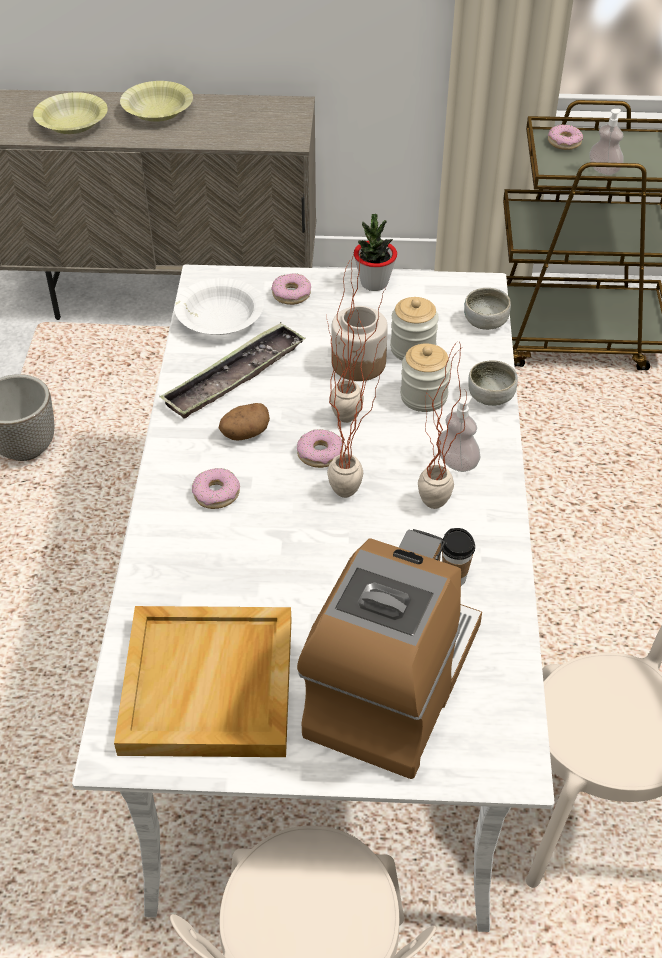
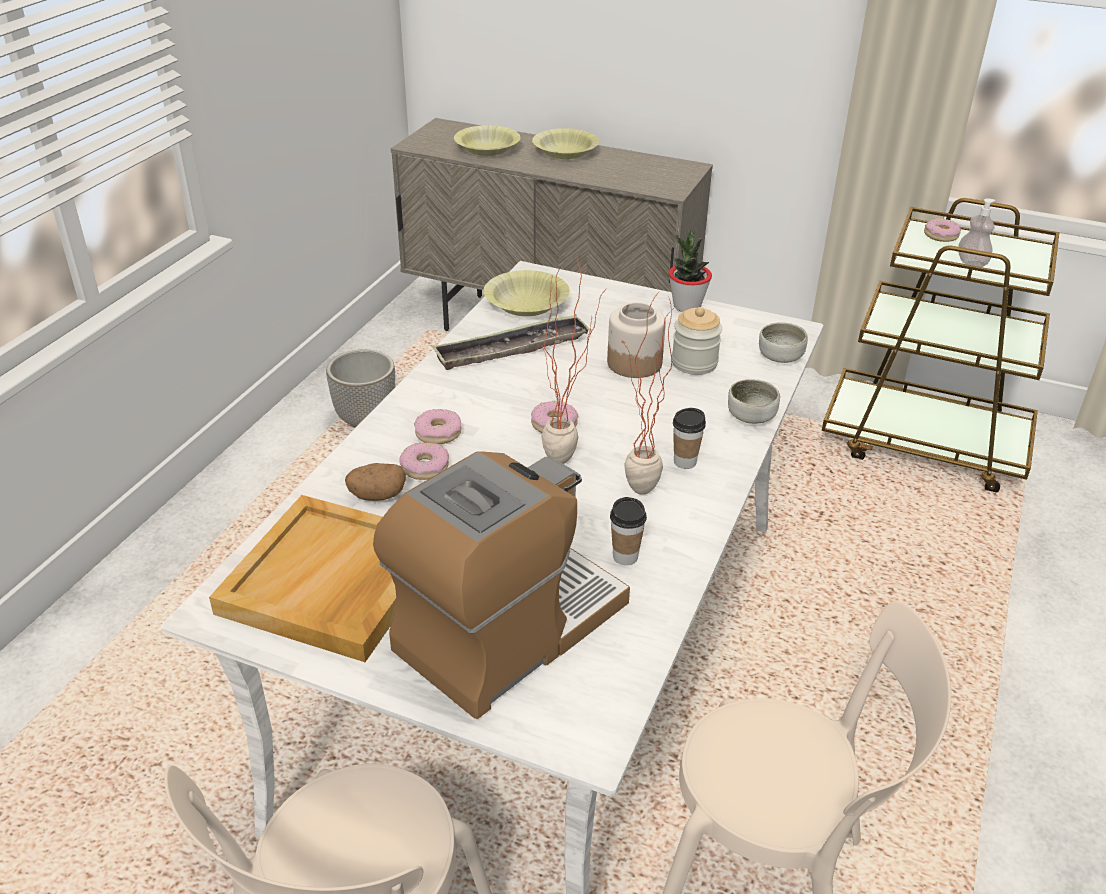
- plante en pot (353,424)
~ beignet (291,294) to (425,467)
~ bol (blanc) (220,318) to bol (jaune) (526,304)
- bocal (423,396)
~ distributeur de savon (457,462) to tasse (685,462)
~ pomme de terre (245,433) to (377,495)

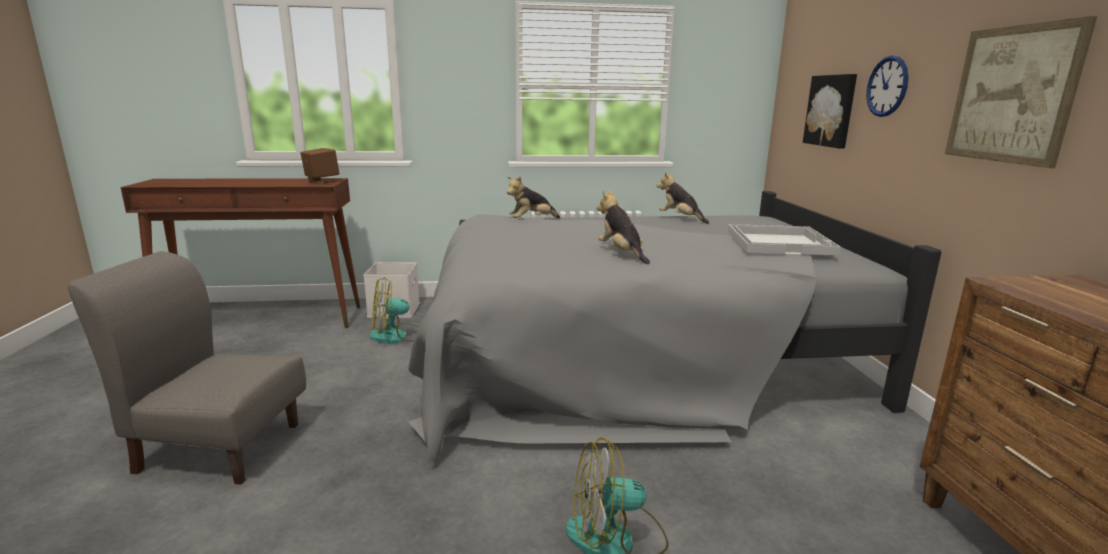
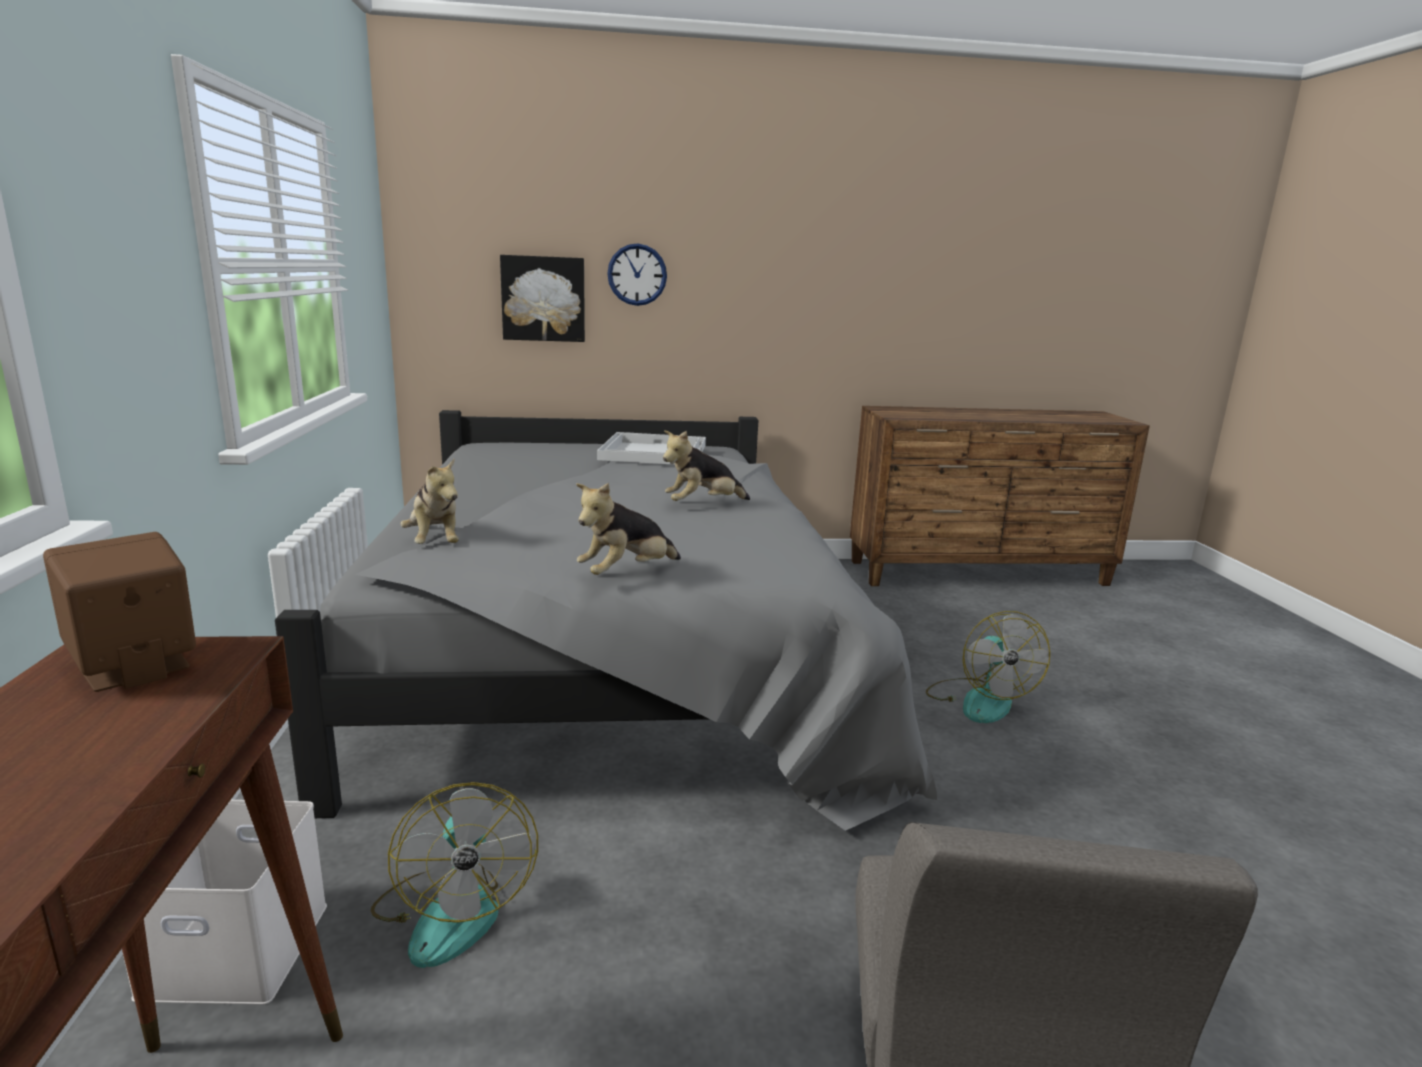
- tableau (1012,94)
~ peluche (680,218) to (626,573)

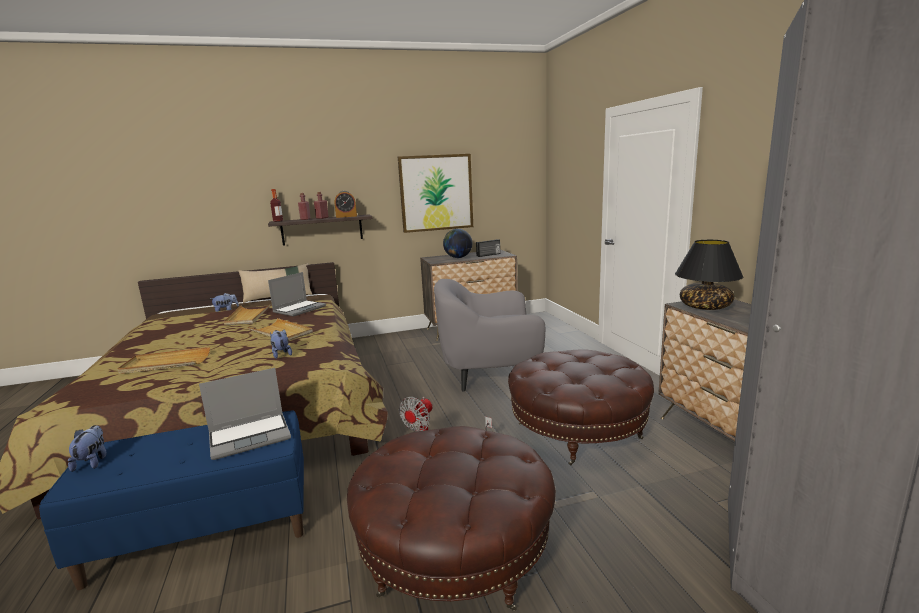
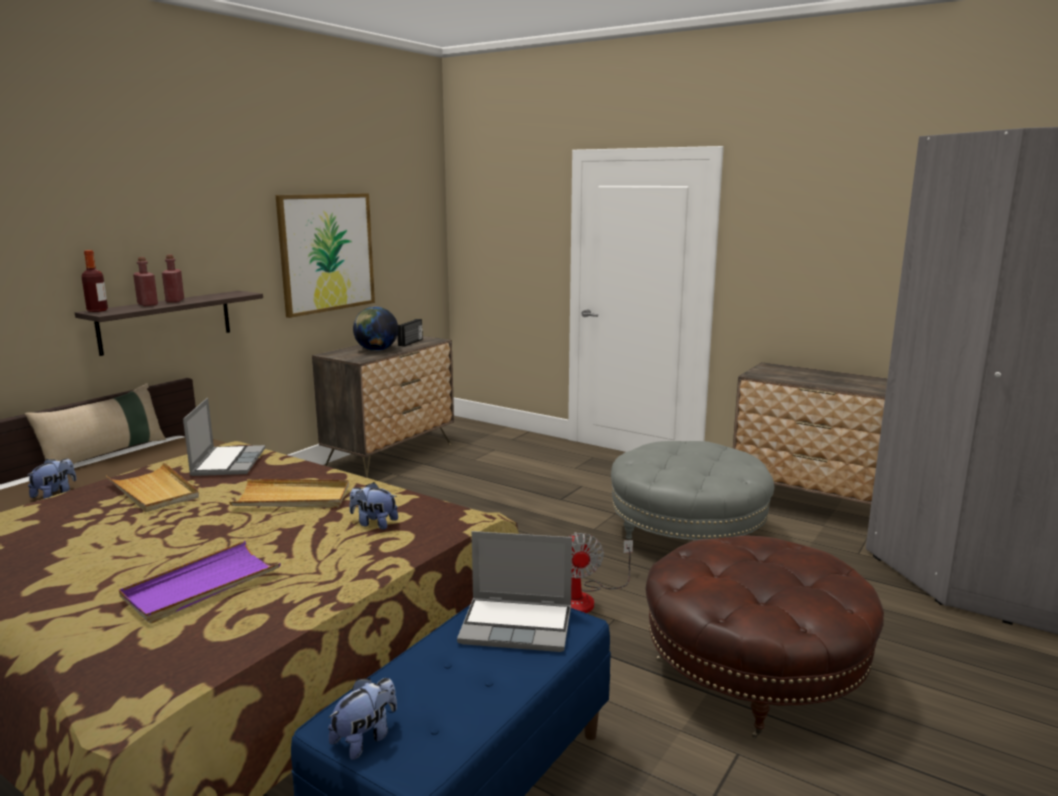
- réveil (346,216)
- lampe de table (noir) (704,307)
- fauteuil (gris) (489,374)
~ plateau (beige) (166,363) to plateau (violet) (201,586)
~ pouf (marron) (577,431) to pouf (gris) (687,534)
~ ordinateur portable (251,436) = (518,625) 75 degrees clockwise
~ peluche (92,462) = (365,738) 90 degrees clockwise

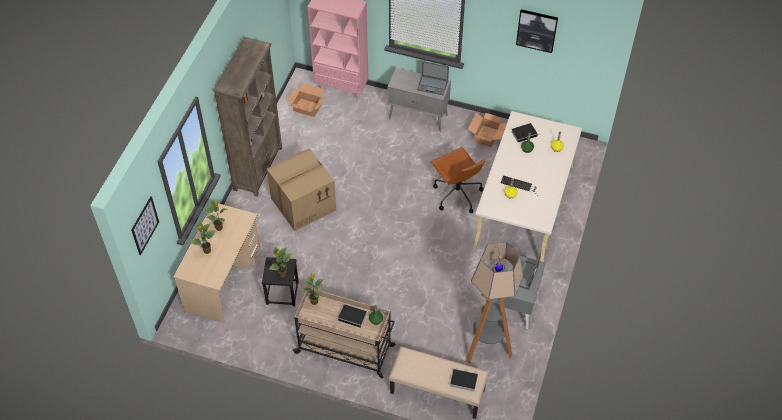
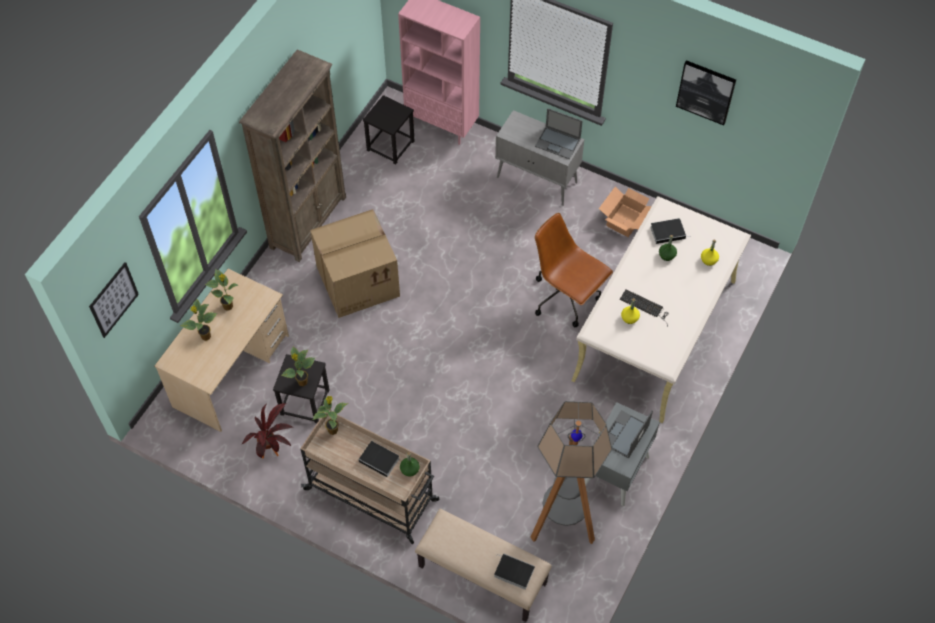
~ carton (307,108) to tabouret (noir) (391,146)
~ chaise de bureau (marron) (456,194) = (566,298) 150 degrees clockwise
+ plante en pot (274,453)

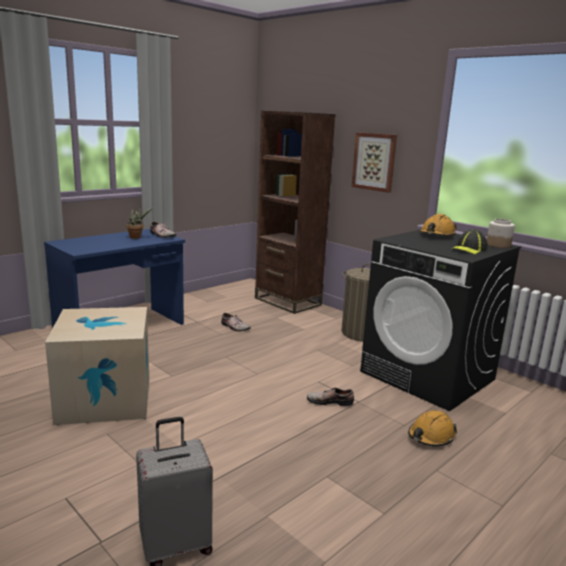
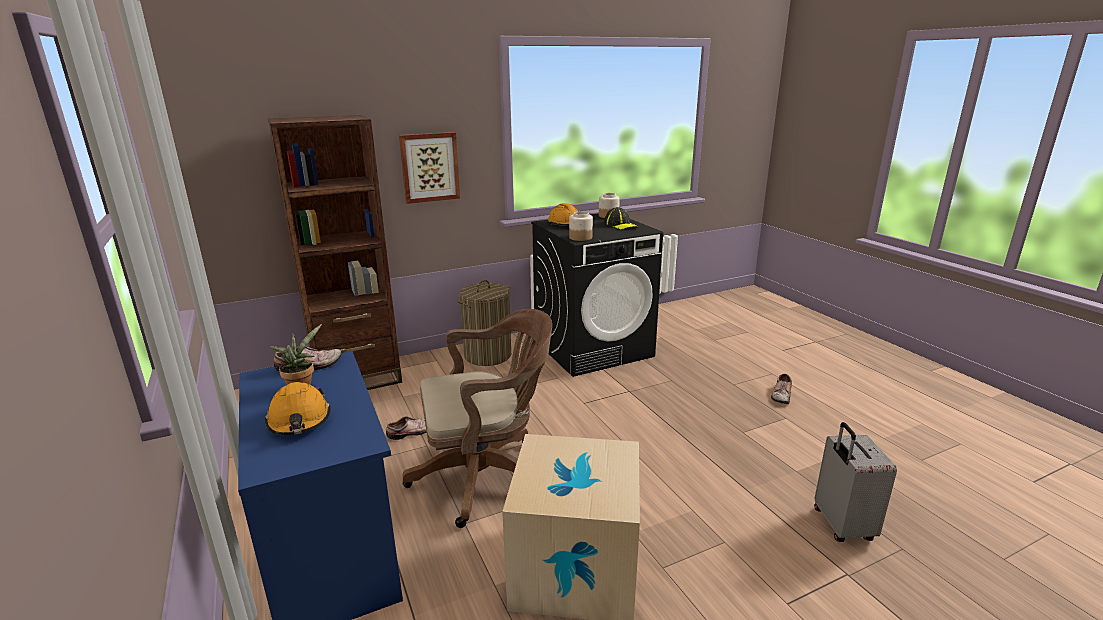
~ chaussure (329,401) to (780,395)
~ casque de chantier (orange) (431,436) to (299,420)
+ bocal (580,237)
+ chaise de bureau (marron) (486,476)

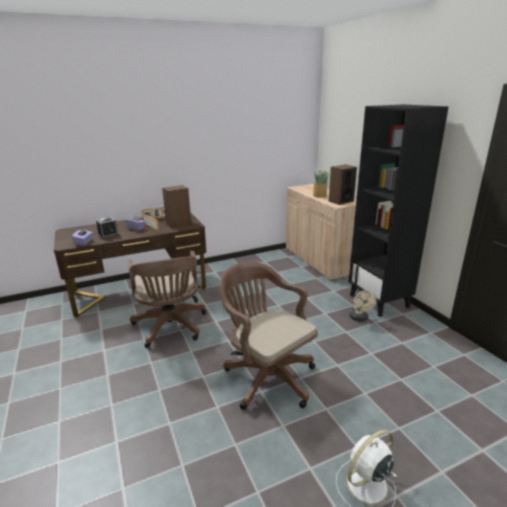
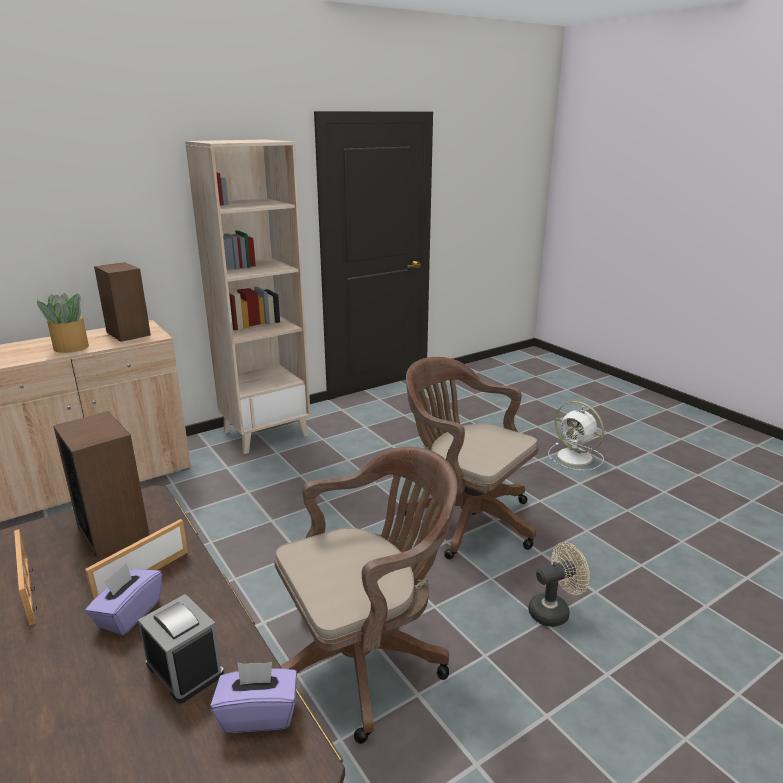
~ bibliothèque (noir) (379,301) to bibliothèque (beige) (266,433)
~ chaise de bureau (marron) (266,376) = (465,518) 90 degrees clockwise
~ ventilateur (beige) (360,318) to (554,611)

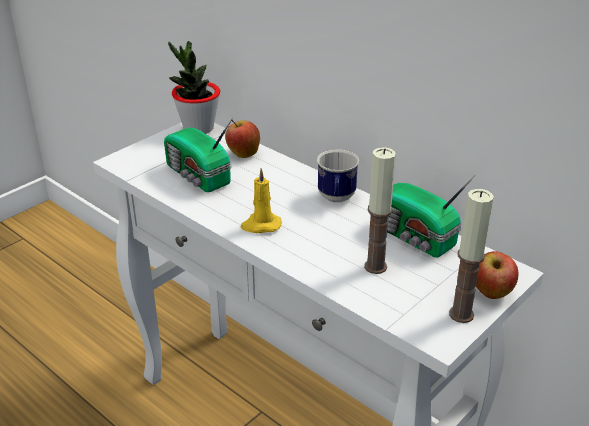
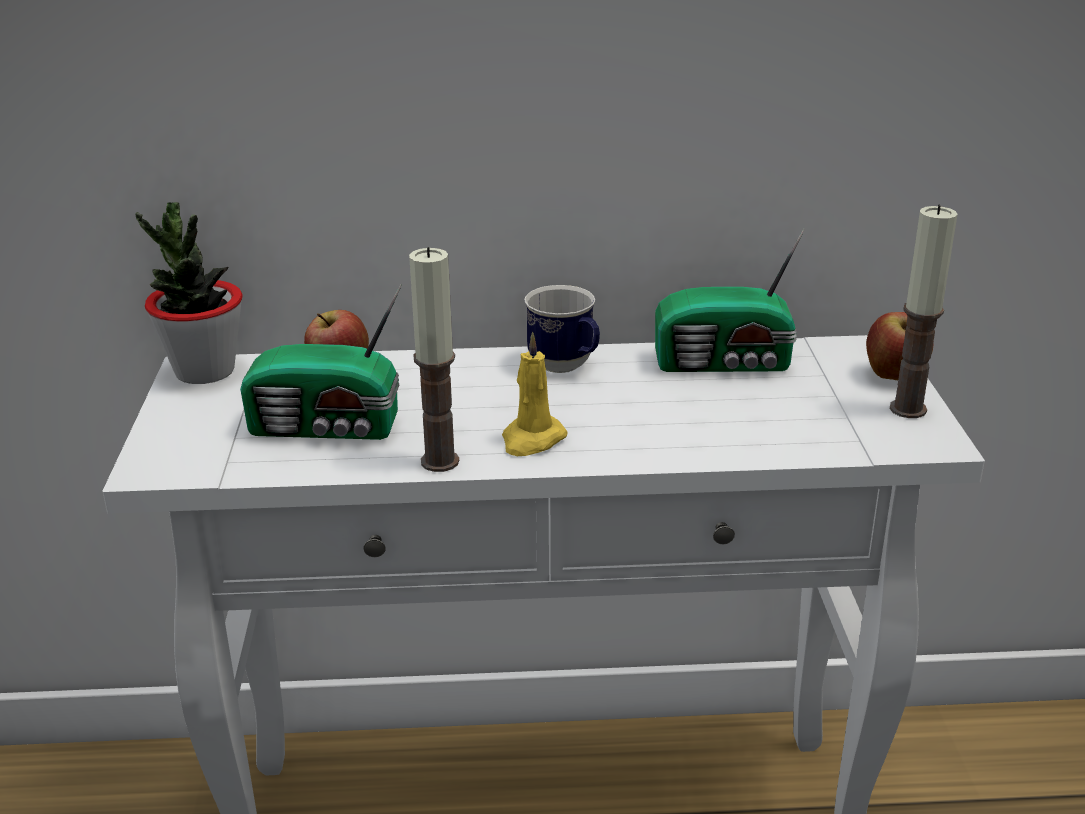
~ bougie (375,266) to (439,461)

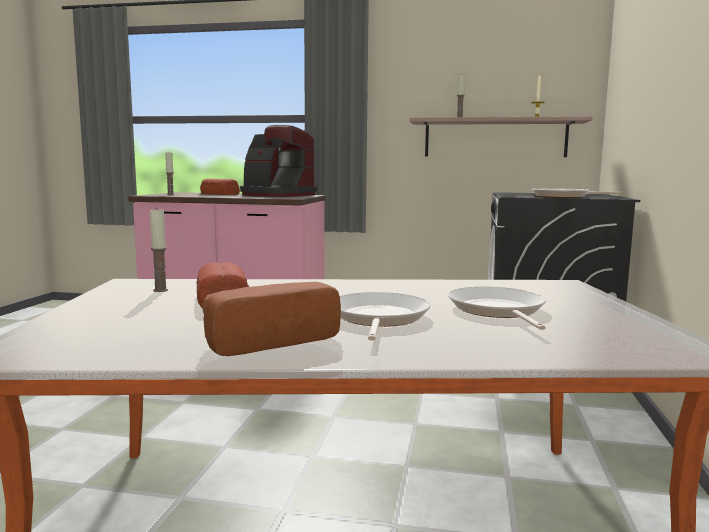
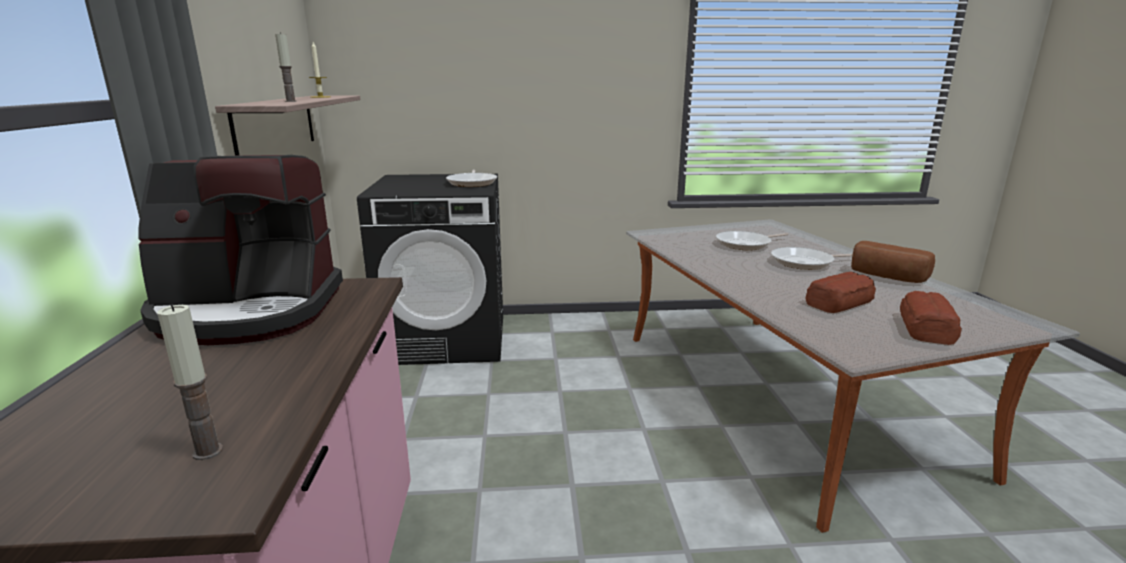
~ machine à café (276,195) = (249,312) 75 degrees clockwise
~ pain (220,194) to (927,328)
- bougie (160,290)

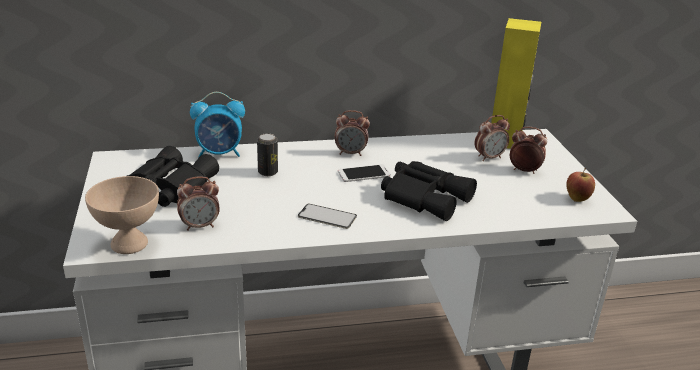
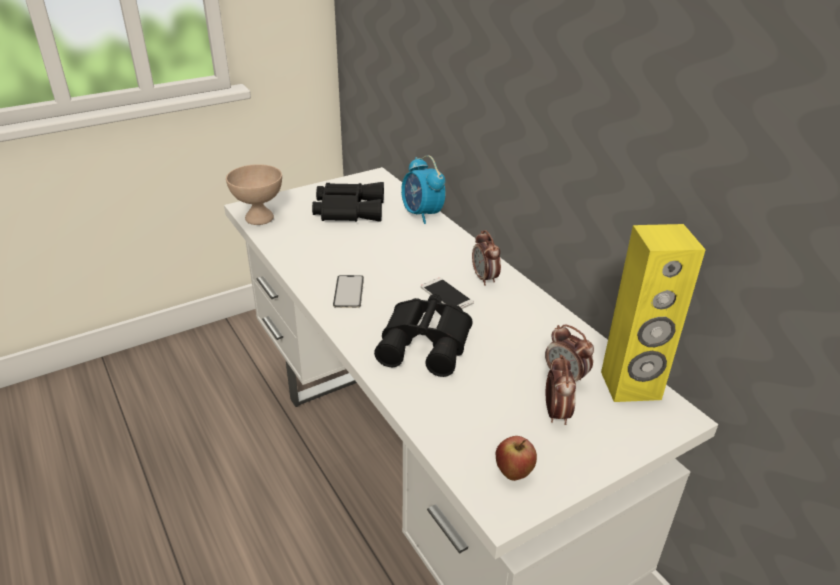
- boîte métallique (268,172)
- réveil (200,226)

